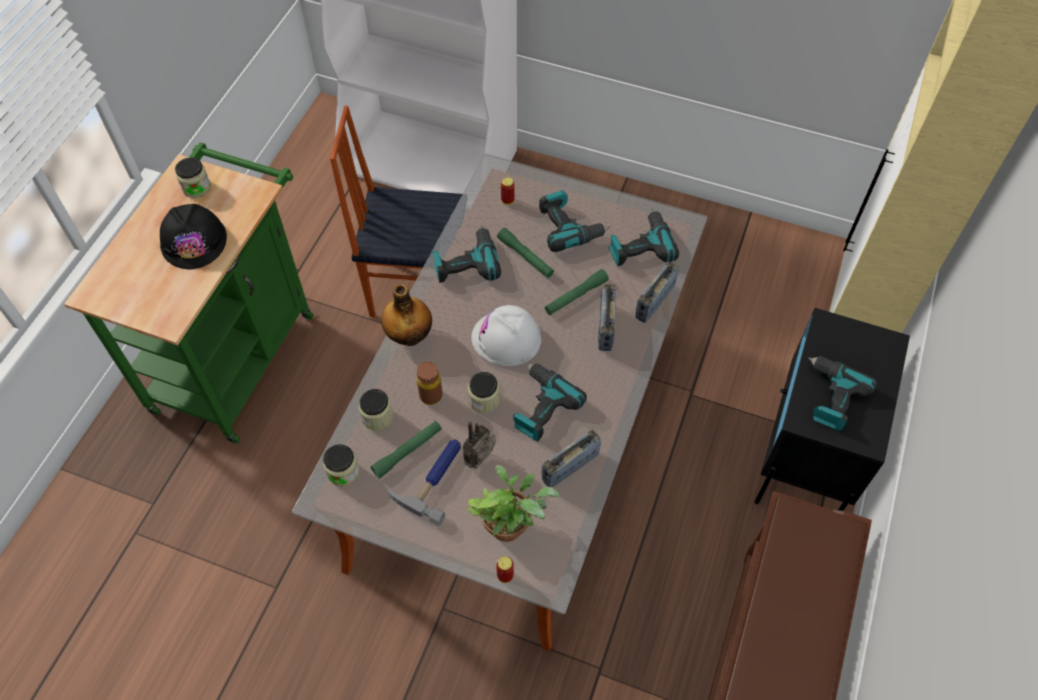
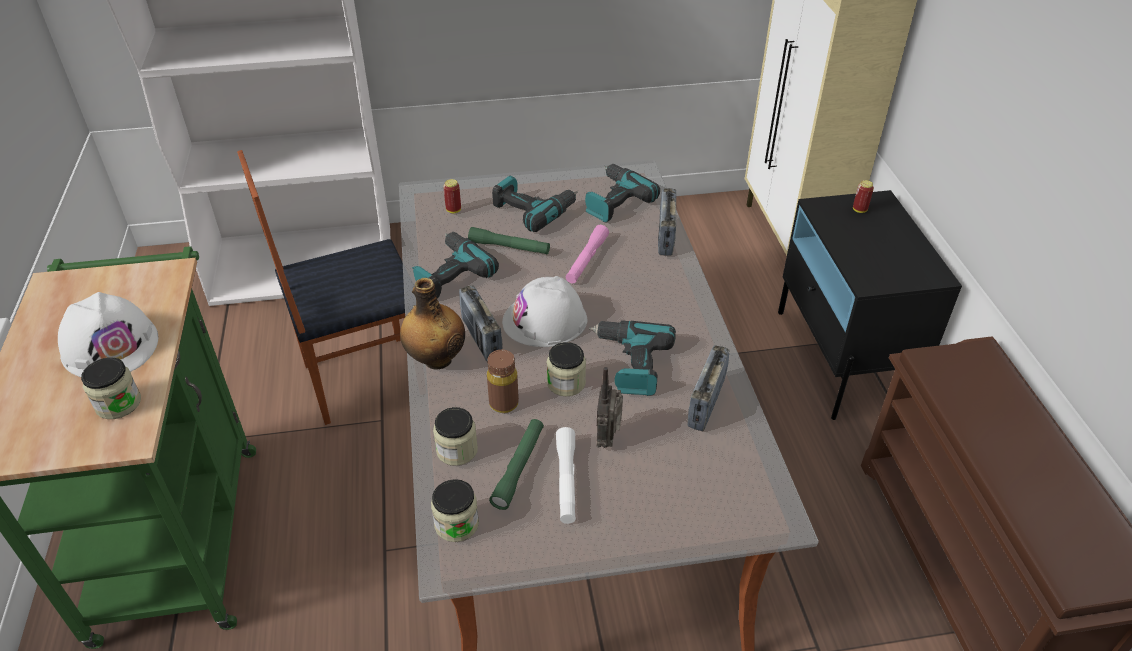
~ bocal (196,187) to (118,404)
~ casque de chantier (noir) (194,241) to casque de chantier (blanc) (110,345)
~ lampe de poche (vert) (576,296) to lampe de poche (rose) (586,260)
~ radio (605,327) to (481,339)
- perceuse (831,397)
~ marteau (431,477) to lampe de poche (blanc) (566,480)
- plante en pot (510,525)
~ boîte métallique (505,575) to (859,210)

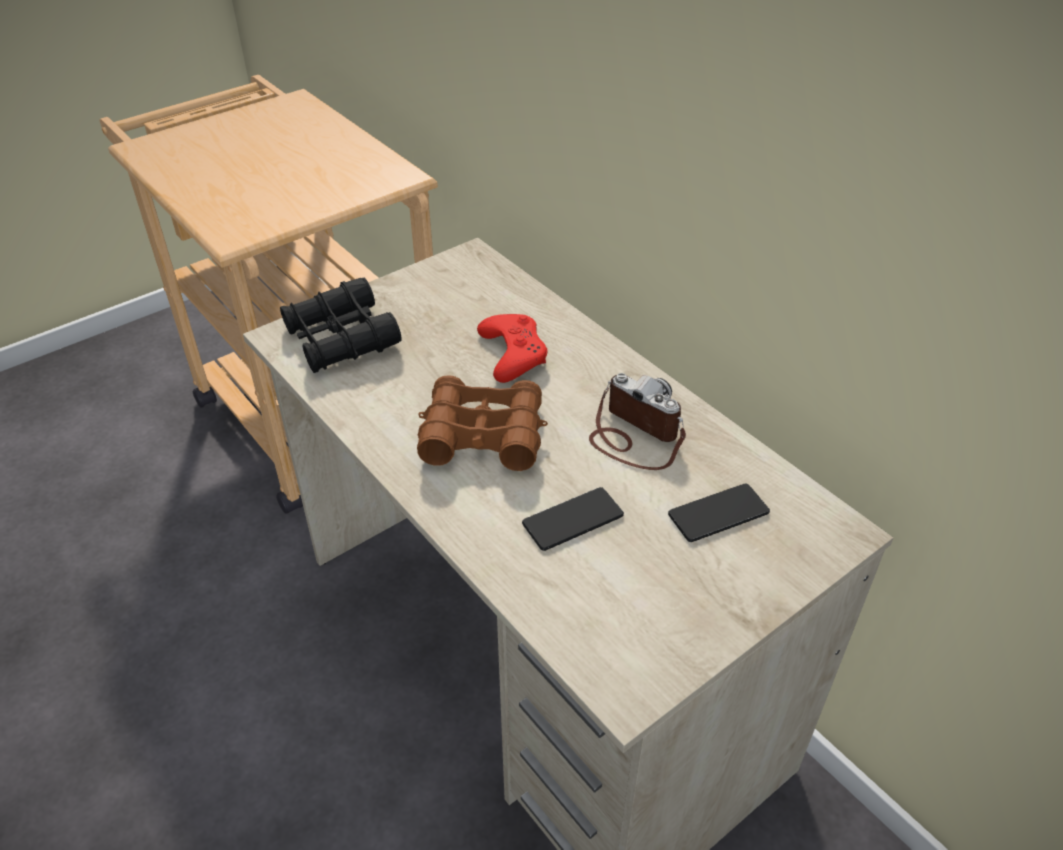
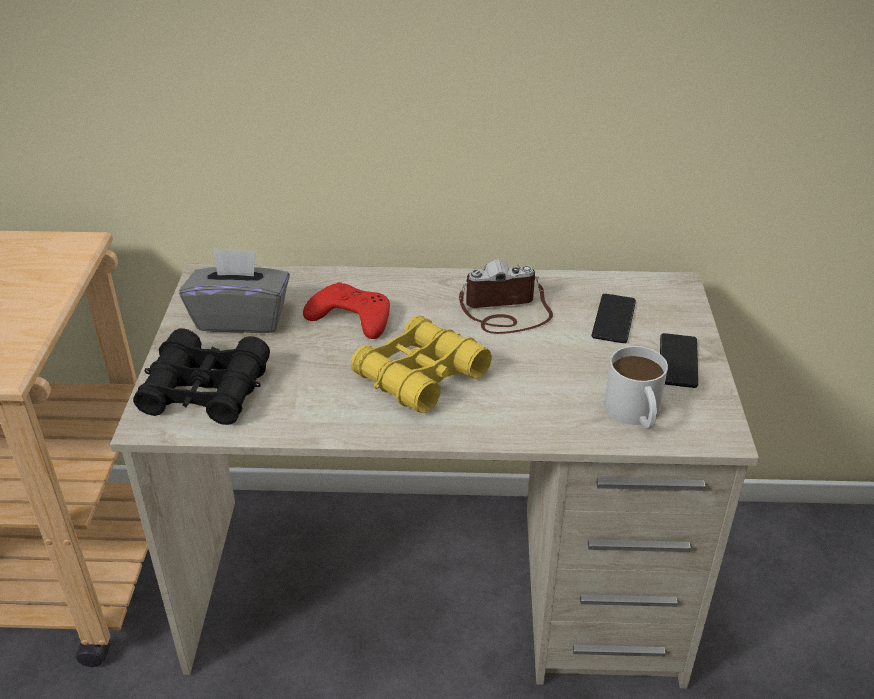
~ jumelles (marron) (482,435) to jumelles (jaune) (420,375)
~ téléphone (573,520) to (678,361)
+ boîte à mouchoirs (gris) (241,318)
+ mug (blanc) (635,414)

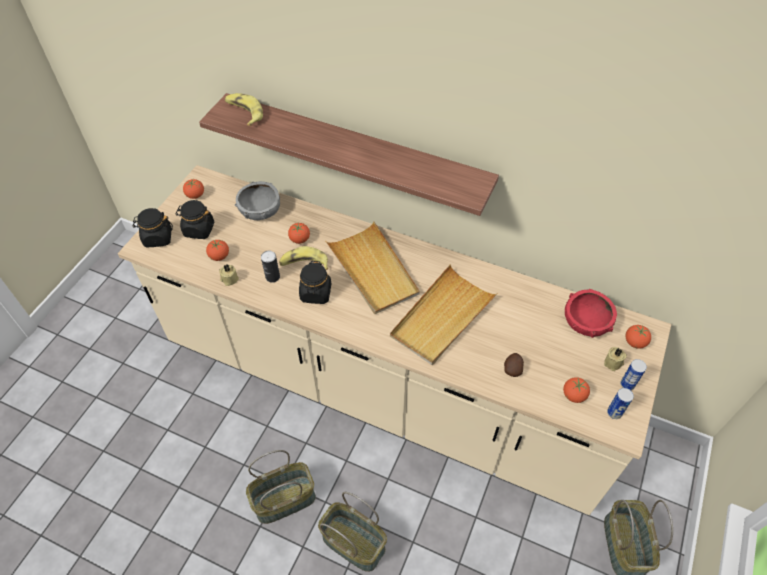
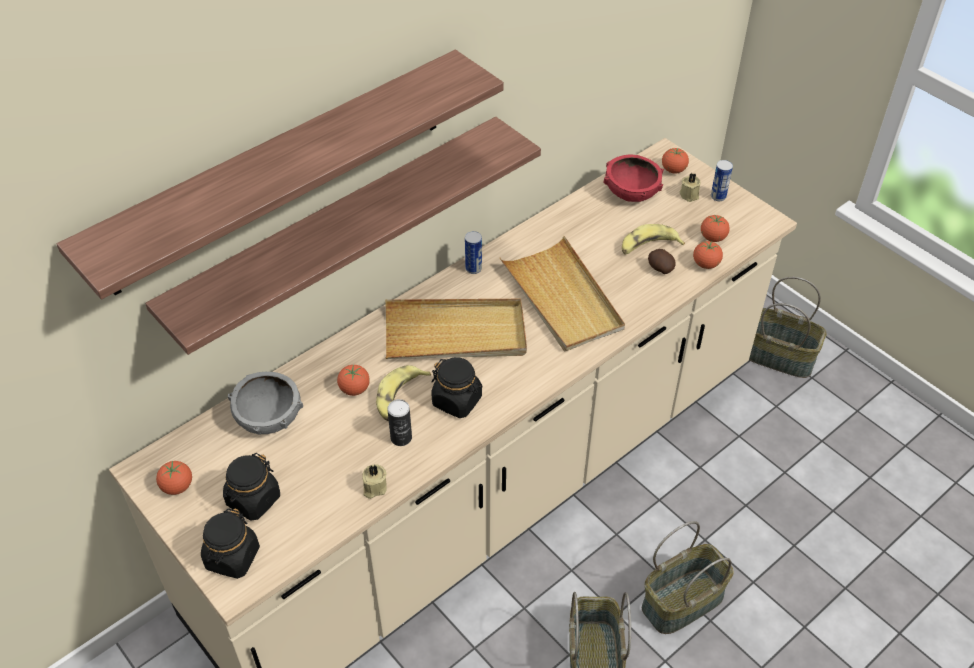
~ banane (244,112) to (648,246)
~ tomate (219,256) to (706,264)
~ boîte métallique (614,412) to (473,268)
+ étagère (280,171)

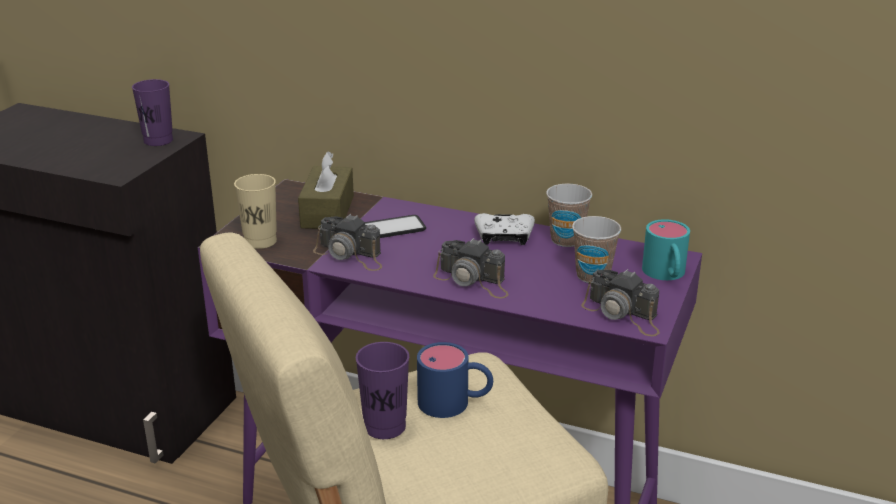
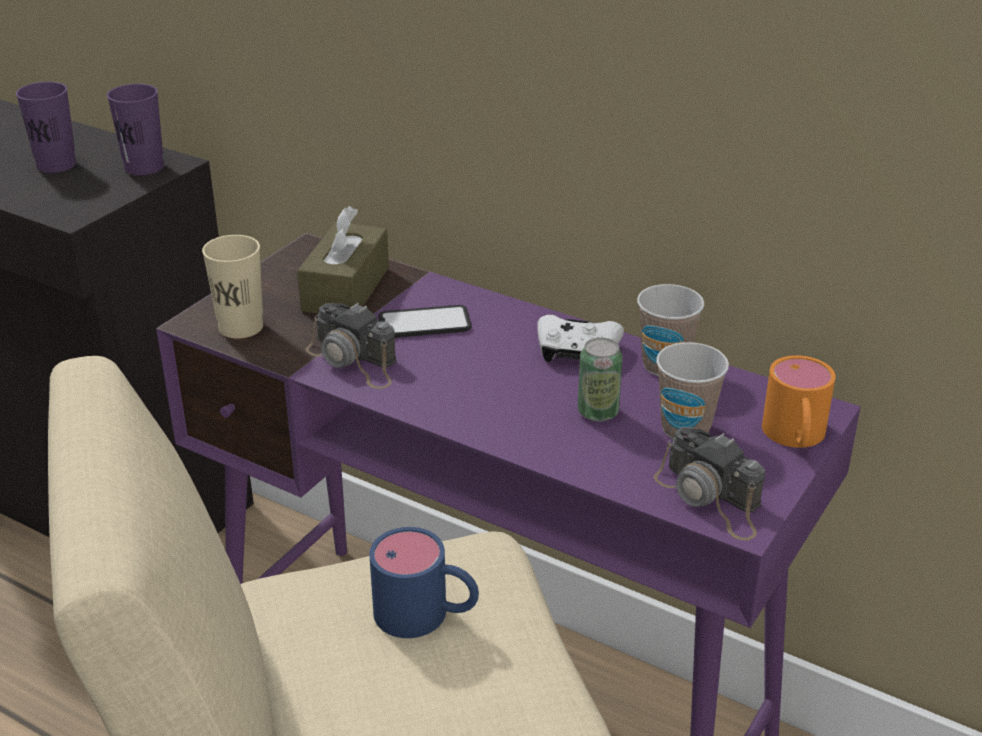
~ mug (turquoise) (666,275) to mug (orange) (795,438)
- appareil photo (473,281)
~ tasse (violet) (385,426) to (56,165)
+ boîte métallique (598,412)

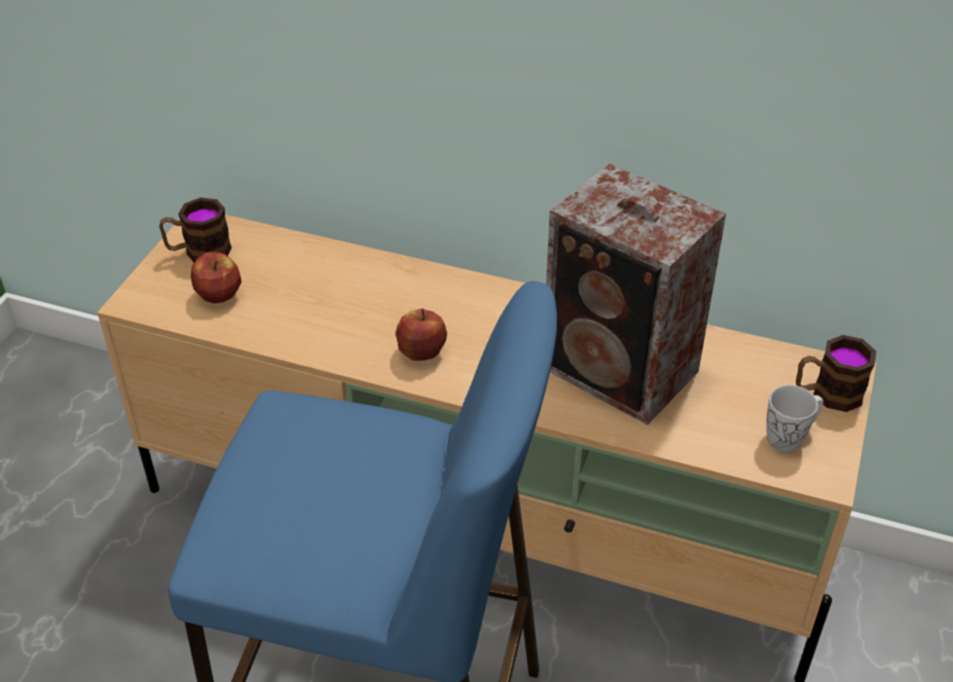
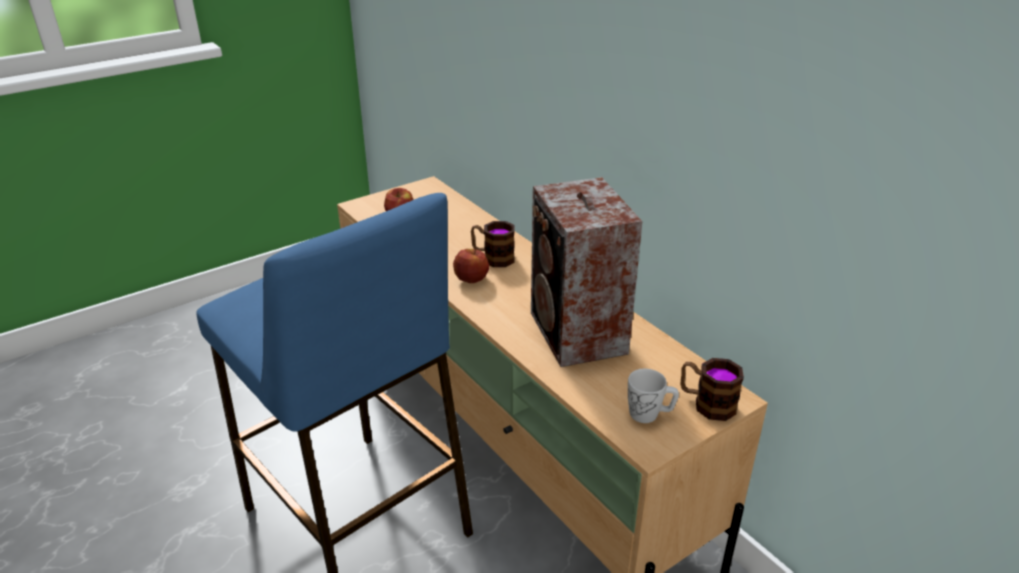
~ mug (198,252) to (492,258)

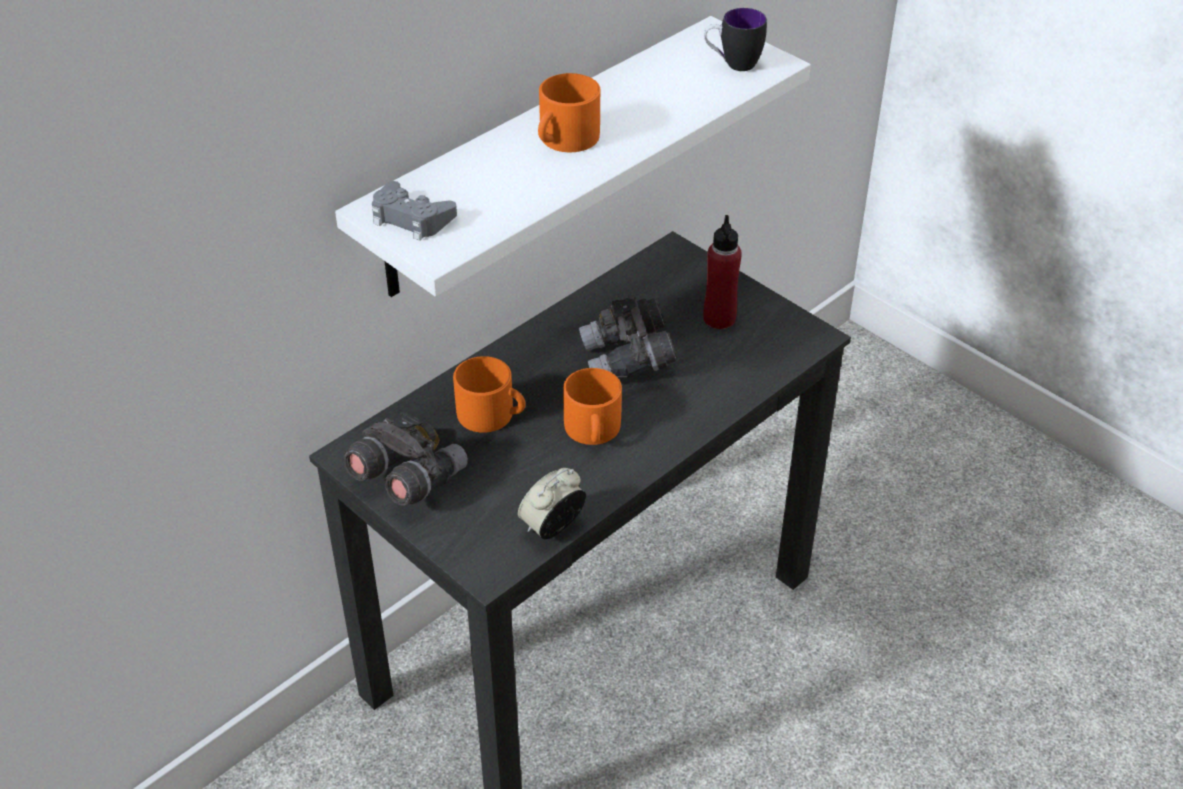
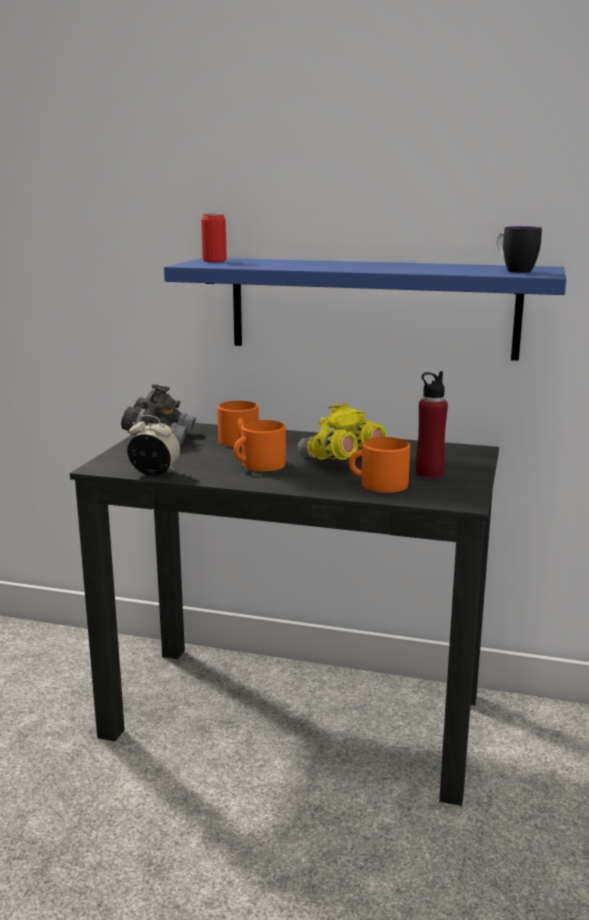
~ étagère (blanc) (540,157) to étagère (bleu) (372,307)
~ mug (orange) (564,139) to (378,484)
~ manette (gris) (411,218) to boîte métallique (214,261)
~ jumelles (gris) (627,360) to jumelles (jaune) (341,460)

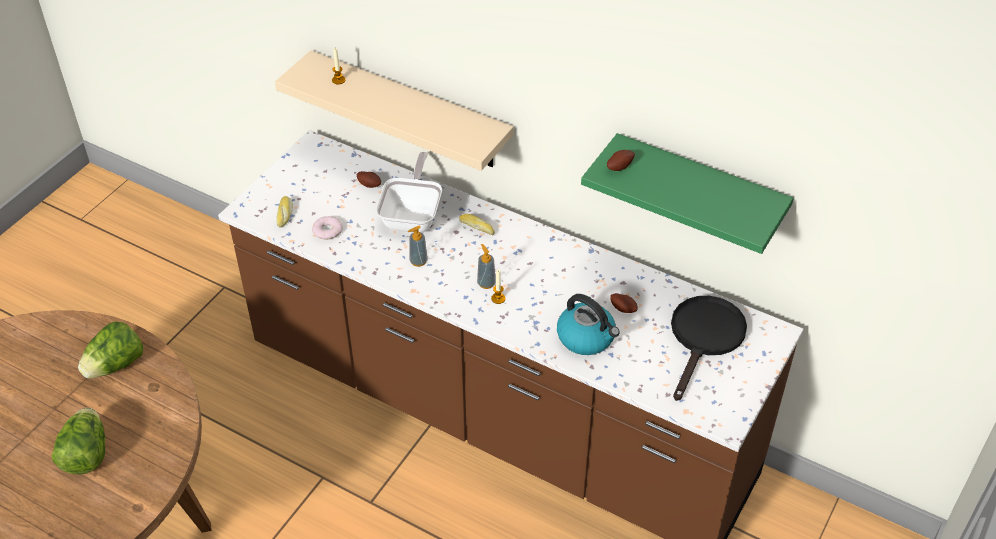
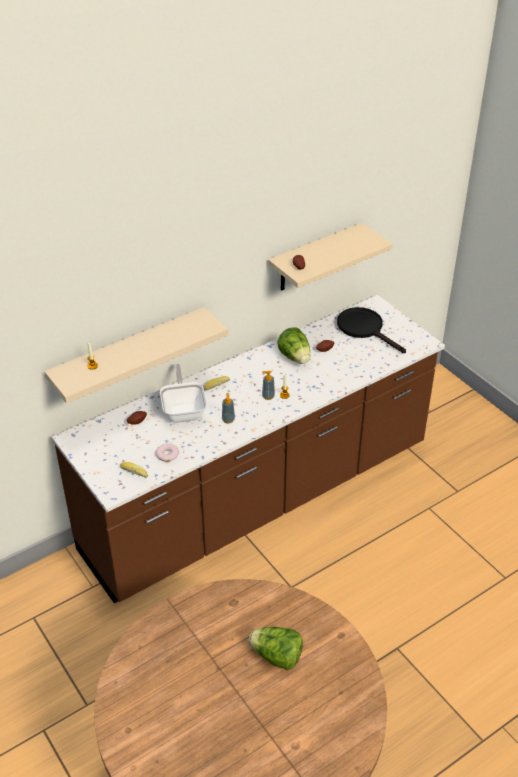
~ étagère (vert) (699,189) to étagère (beige) (315,258)
~ poêle (413,216) = (184,410) 45 degrees clockwise
- bouilloire (587,337)
~ laitue (115,365) to (295,357)

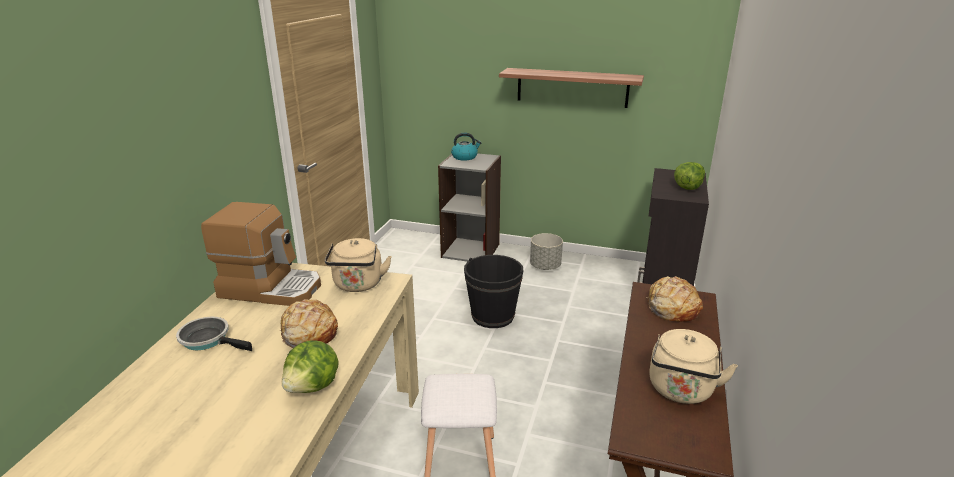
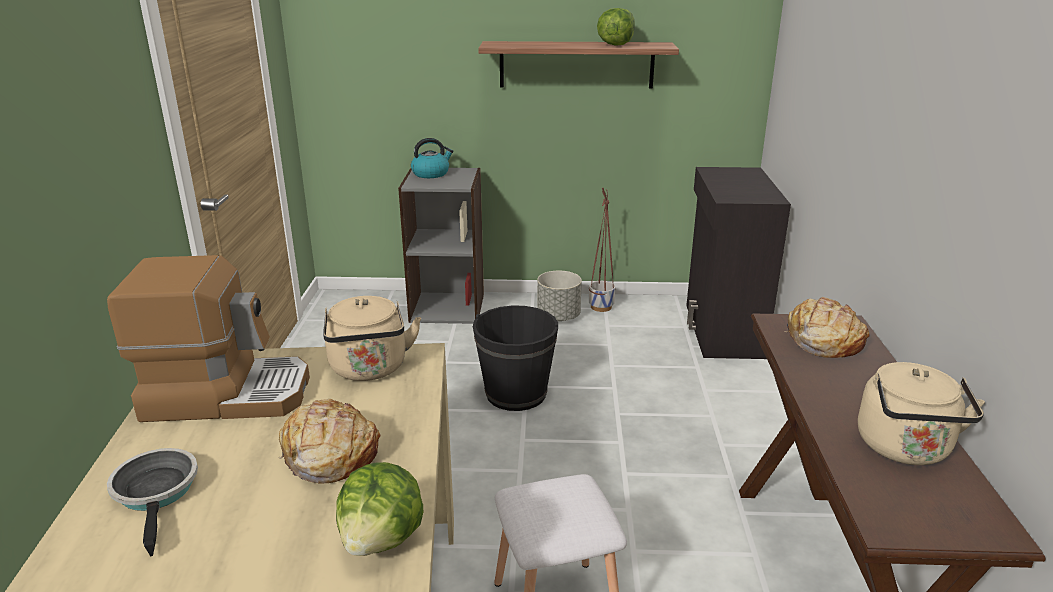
~ laitue (687,188) to (615,45)
~ poêle (209,339) = (157,493) 60 degrees clockwise
+ cache-pot (601,307)

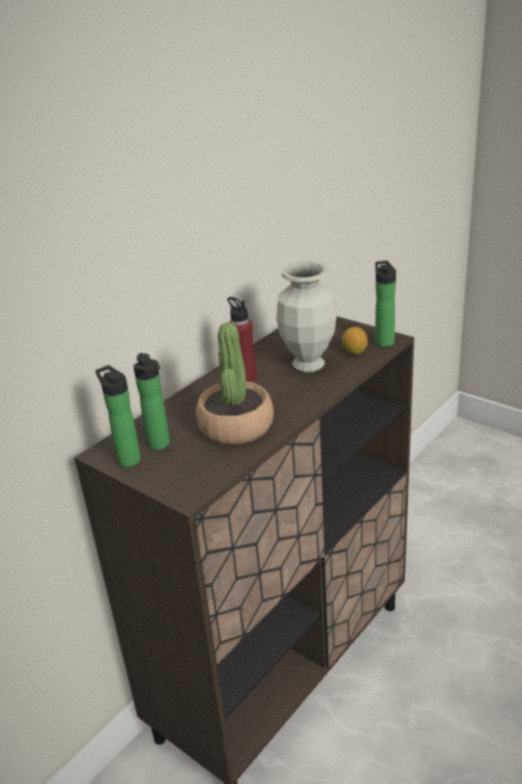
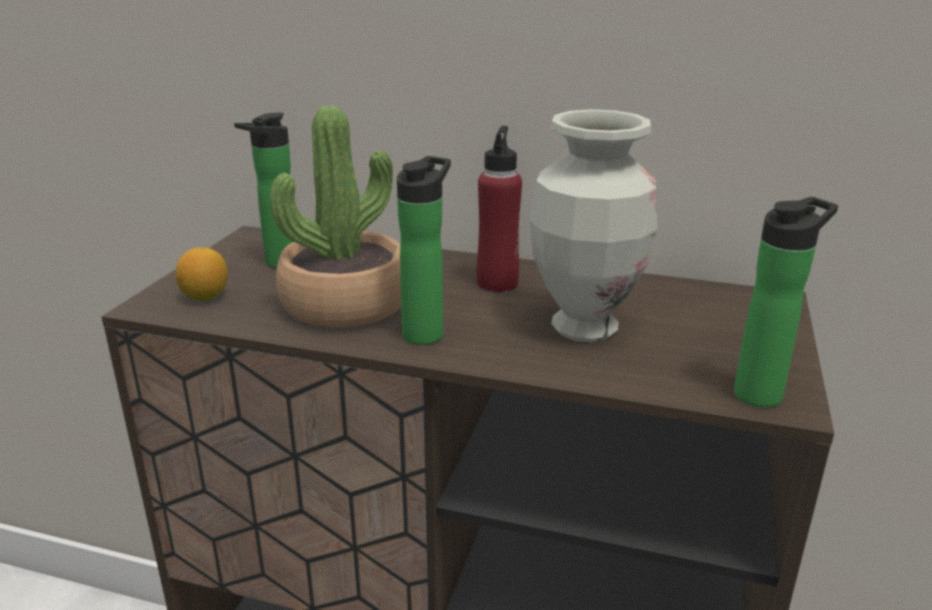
~ citron (354,352) to (205,297)
~ bouteille (127,458) to (426,332)

